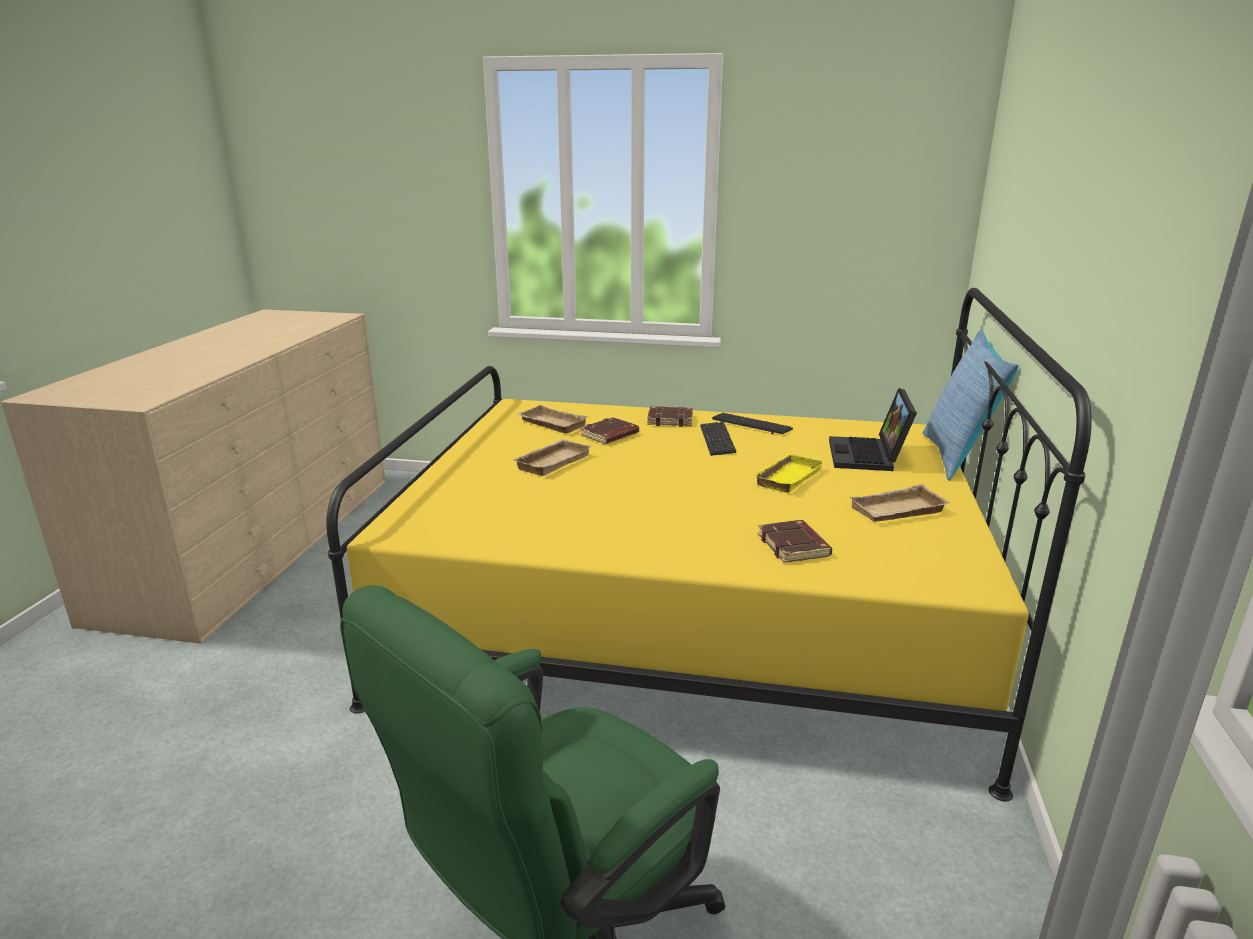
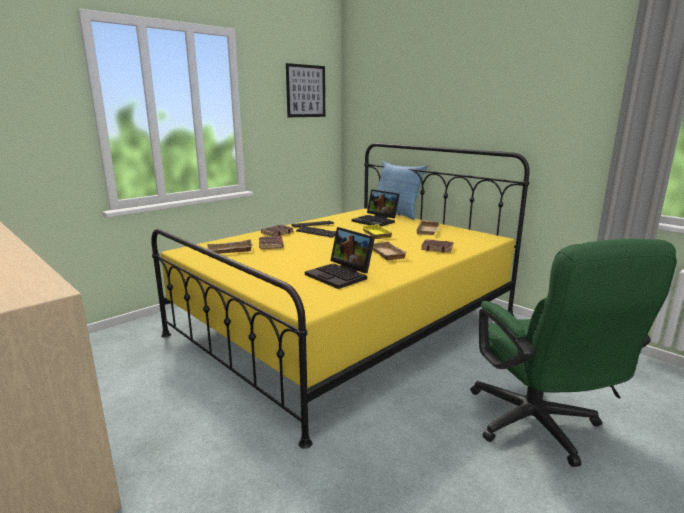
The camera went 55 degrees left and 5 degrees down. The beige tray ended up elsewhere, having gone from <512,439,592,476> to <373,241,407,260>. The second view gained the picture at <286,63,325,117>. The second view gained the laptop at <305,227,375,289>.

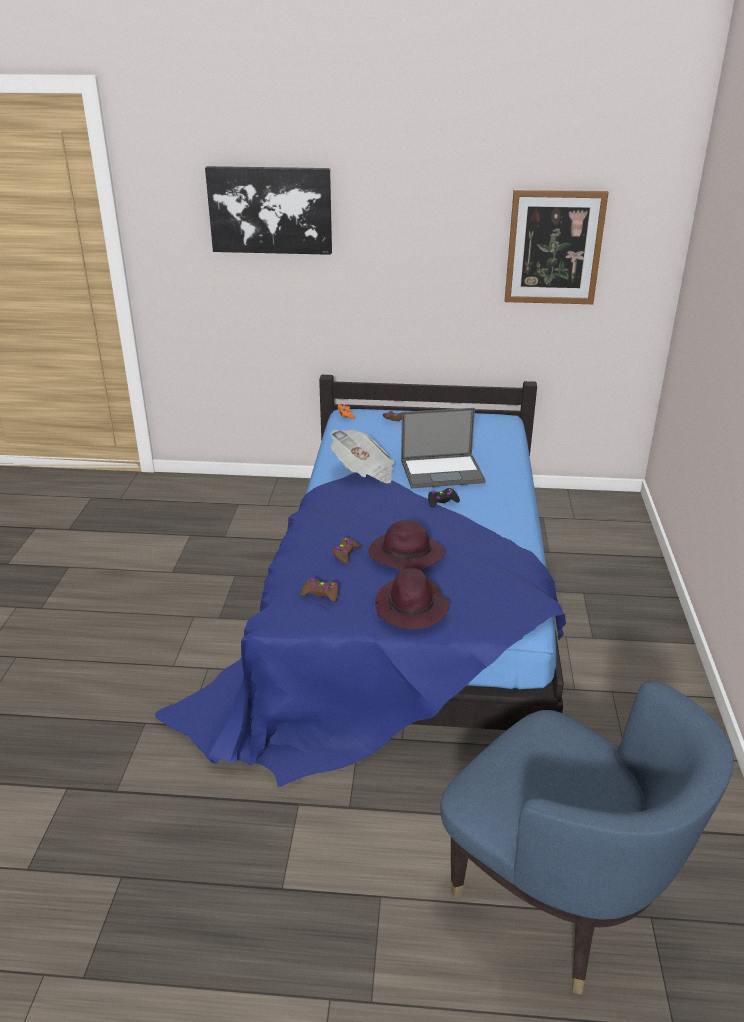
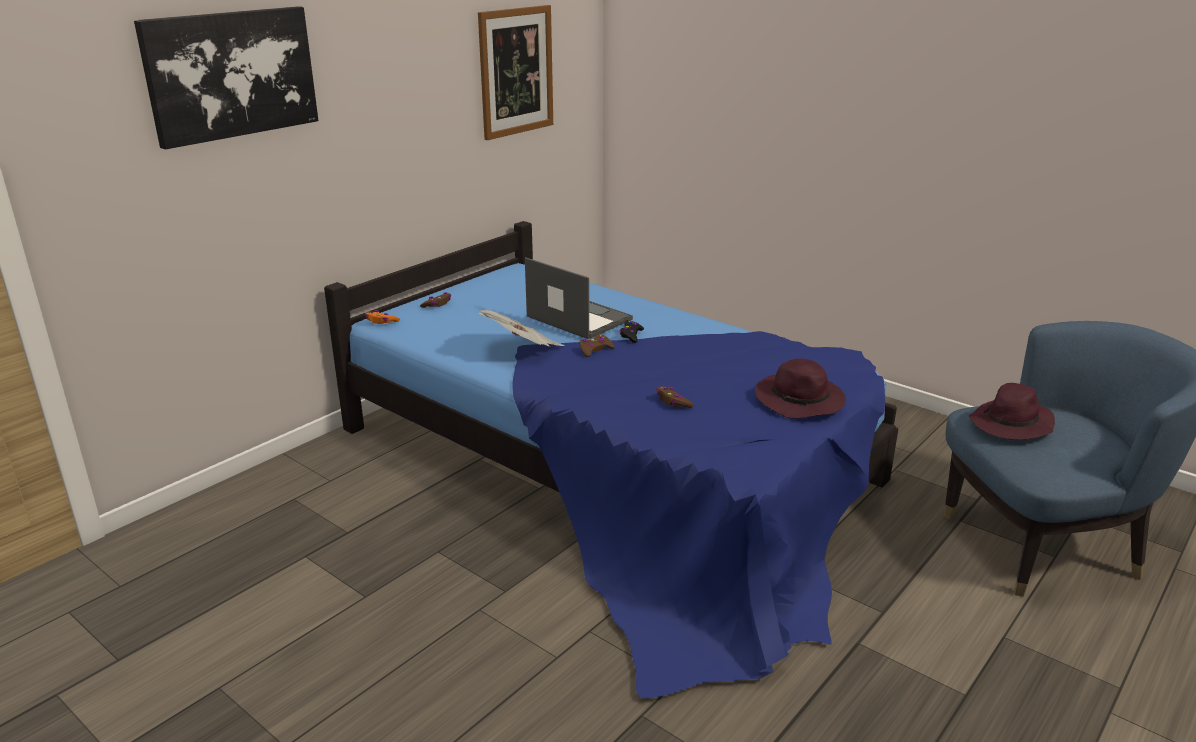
The camera went 55 degrees left and 5 degrees down. The laptop at <401,408,486,489> ended up facing another way, 75 degrees counterclockwise from before. The purple hat ended up elsewhere, having gone from <368,520,445,570> to <969,383,1055,440>. The brown game controller ended up elsewhere, having gone from <300,578,338,602> to <579,334,615,357>.

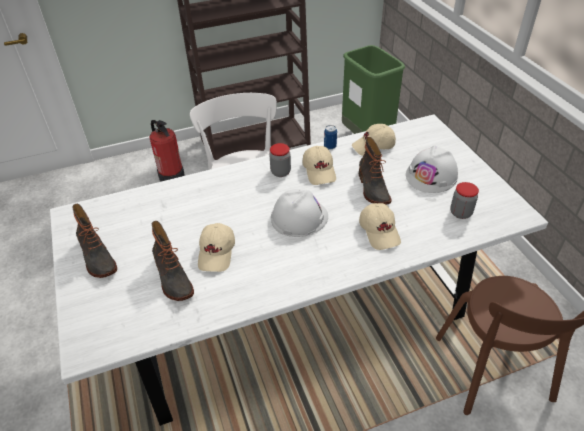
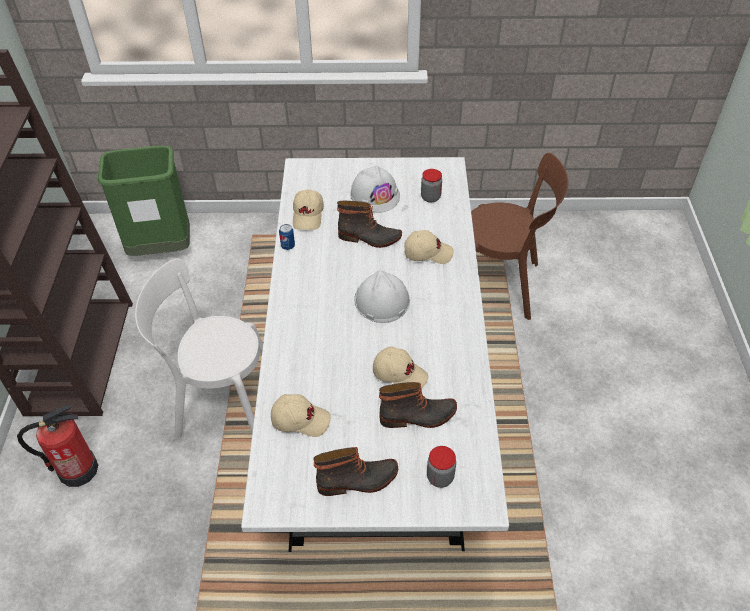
The camera went 70 degrees left and 5 degrees up. The jar ended up elsewhere, having gone from <269,143,291,177> to <427,446,456,488>. The beige cap ended up elsewhere, having gone from <303,146,336,185> to <271,394,331,437>.

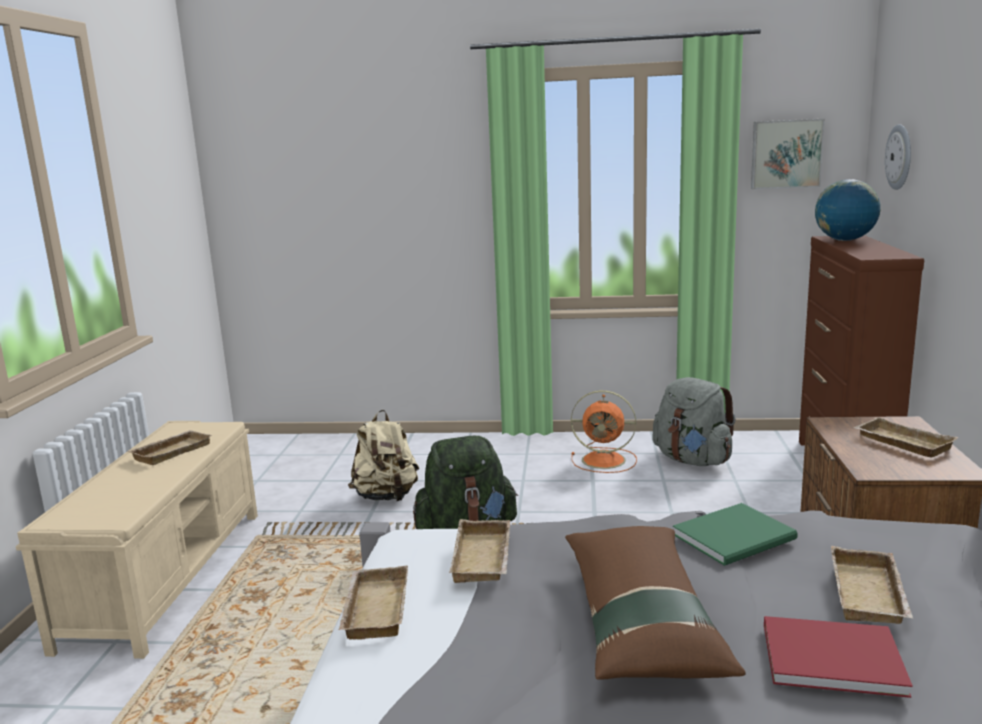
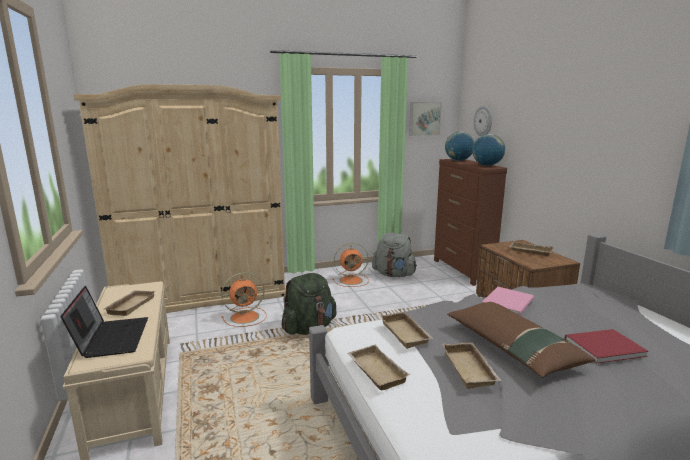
The camera went 25 degrees left and 0 degrees up. Where the beige backpack stood at <348,410,419,501>, the orange fan came to stand at <221,272,267,327>. What was the green book at <673,503,798,566> turned into the pink book at <482,287,534,315>. The beige tray ended up elsewhere, having gone from <831,546,913,624> to <442,342,502,389>. The second view gained the beige wardrobe at <73,84,286,313>. The second view gained the globe at <472,134,505,166>. The second view gained the laptop at <60,286,148,358>.

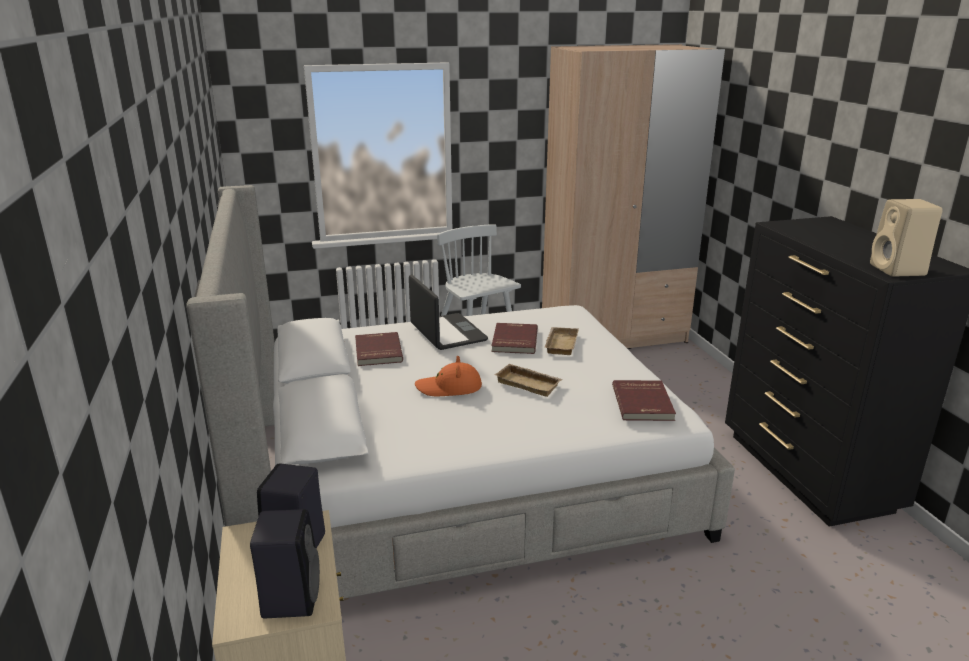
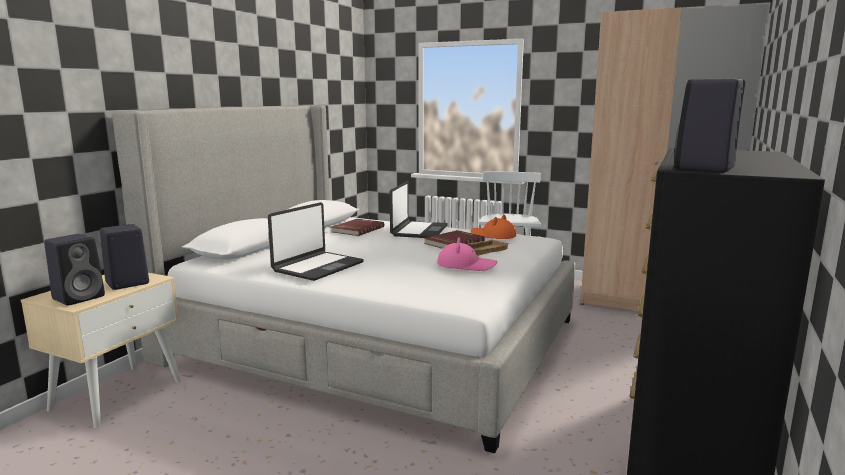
The camera went 40 degrees right and 10 degrees down. What was the beige speaker at <870,199,943,276> turned into the black speaker at <675,79,745,172>. The orange hat ended up elsewhere, having gone from <415,356,482,396> to <471,214,516,239>. The second view lost the beige tray at <494,363,563,397>. The second view lost the red book at <612,380,676,421>. The second view gained the laptop at <268,202,364,281>. The second view gained the pink hat at <437,237,497,271>.

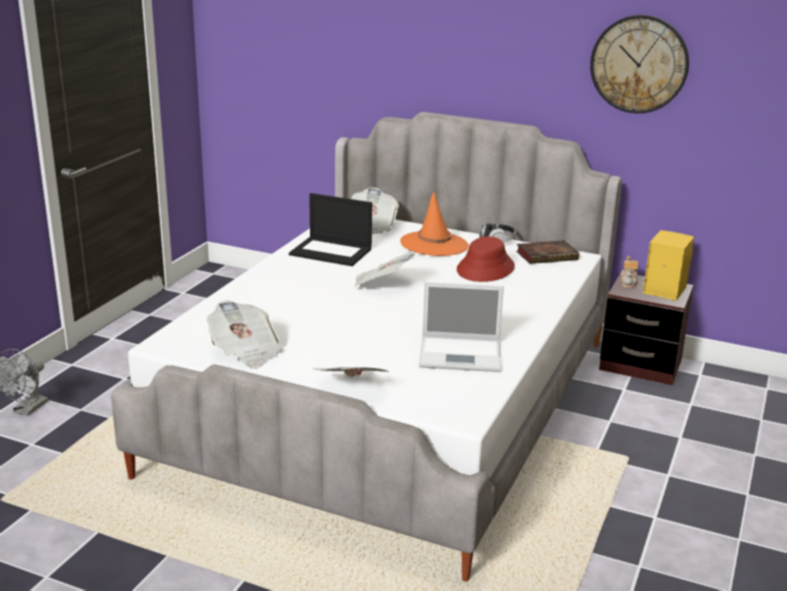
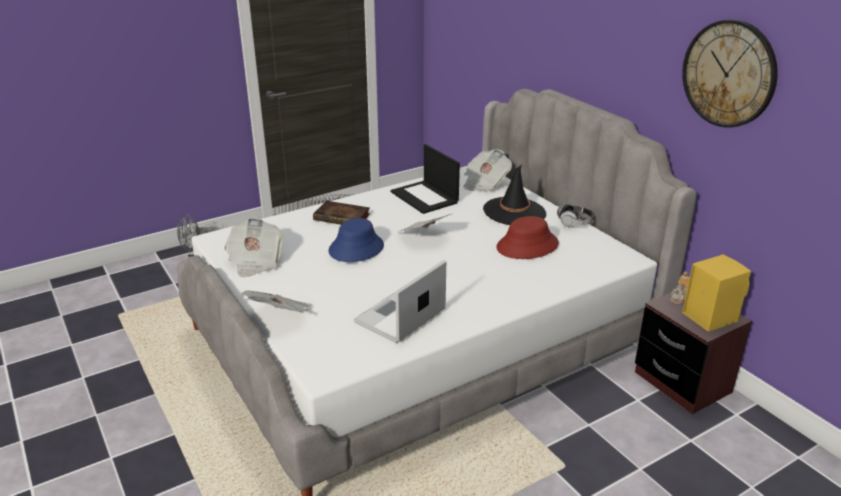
The camera went 35 degrees right and 5 degrees up. What was the orange hat at <400,192,469,256> turned into the black hat at <483,165,546,225>. The book ended up elsewhere, having gone from <516,240,580,264> to <313,201,370,225>. The laptop at <419,282,504,372> ended up facing another way, 90 degrees clockwise from before. The second view gained the blue hat at <328,218,384,262>.

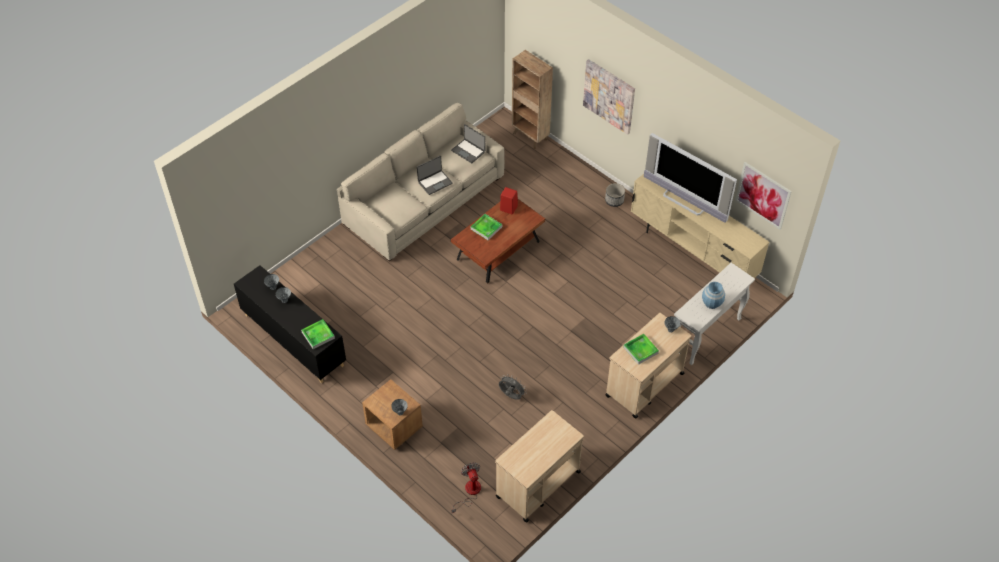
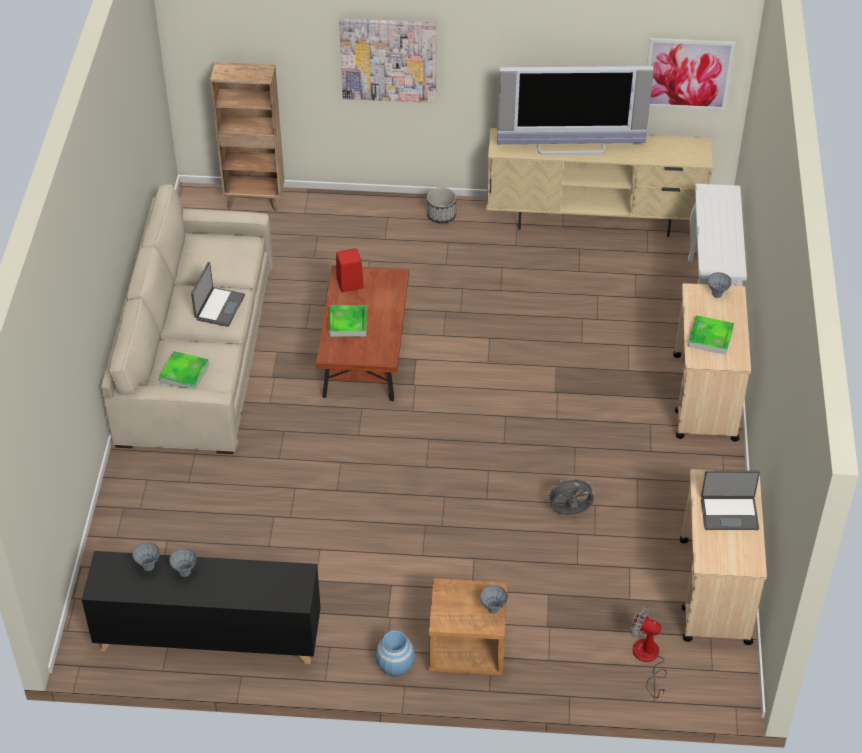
The camera went 40 degrees left and 5 degrees down. The laptop ended up elsewhere, having gone from <451,124,485,163> to <701,470,760,530>. The blue vase ended up elsewhere, having gone from <702,282,725,309> to <376,631,415,677>. The tray ended up elsewhere, having gone from <301,319,335,349> to <159,351,210,389>.

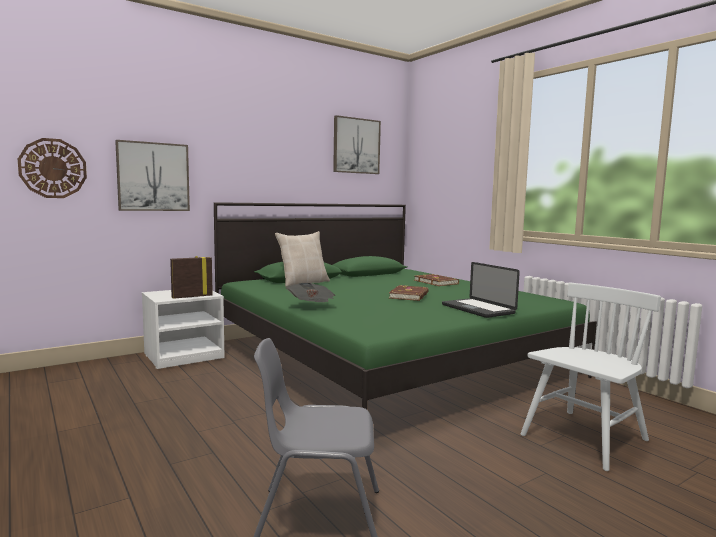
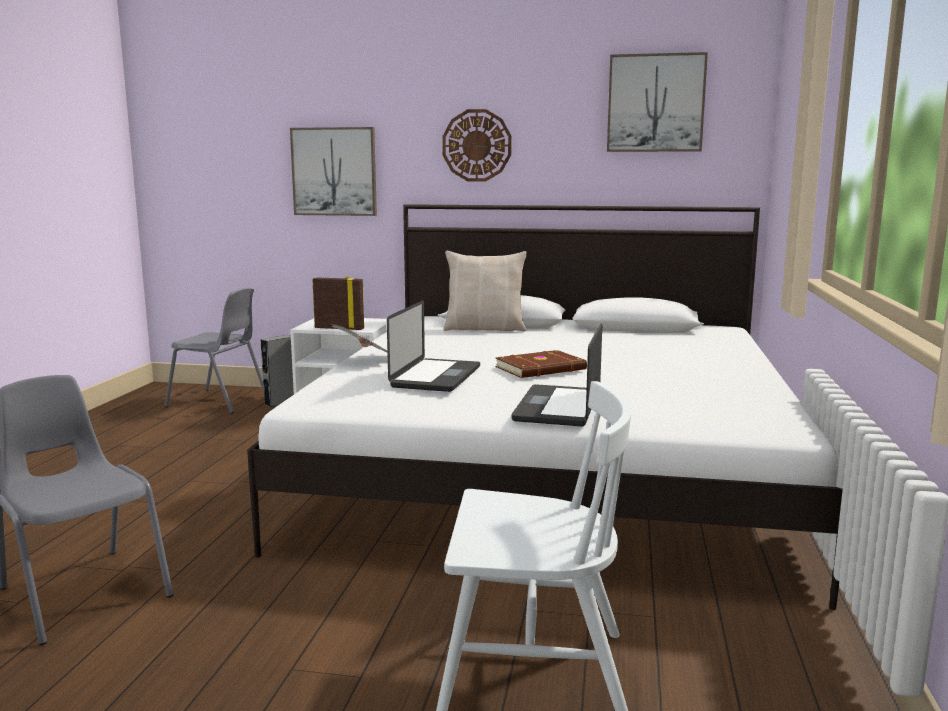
The camera went 45 degrees right and 5 degrees up. The wall clock ended up elsewhere, having gone from <18,138,87,198> to <442,109,512,182>. What was the green bed at <214,202,597,409> turned into the white bed at <247,204,843,610>. The second view lost the brown book at <414,274,459,286>. The second view gained the grey chair at <165,288,264,414>. The second view gained the laptop at <387,300,480,392>. The second view gained the grey speaker at <260,335,294,407>.

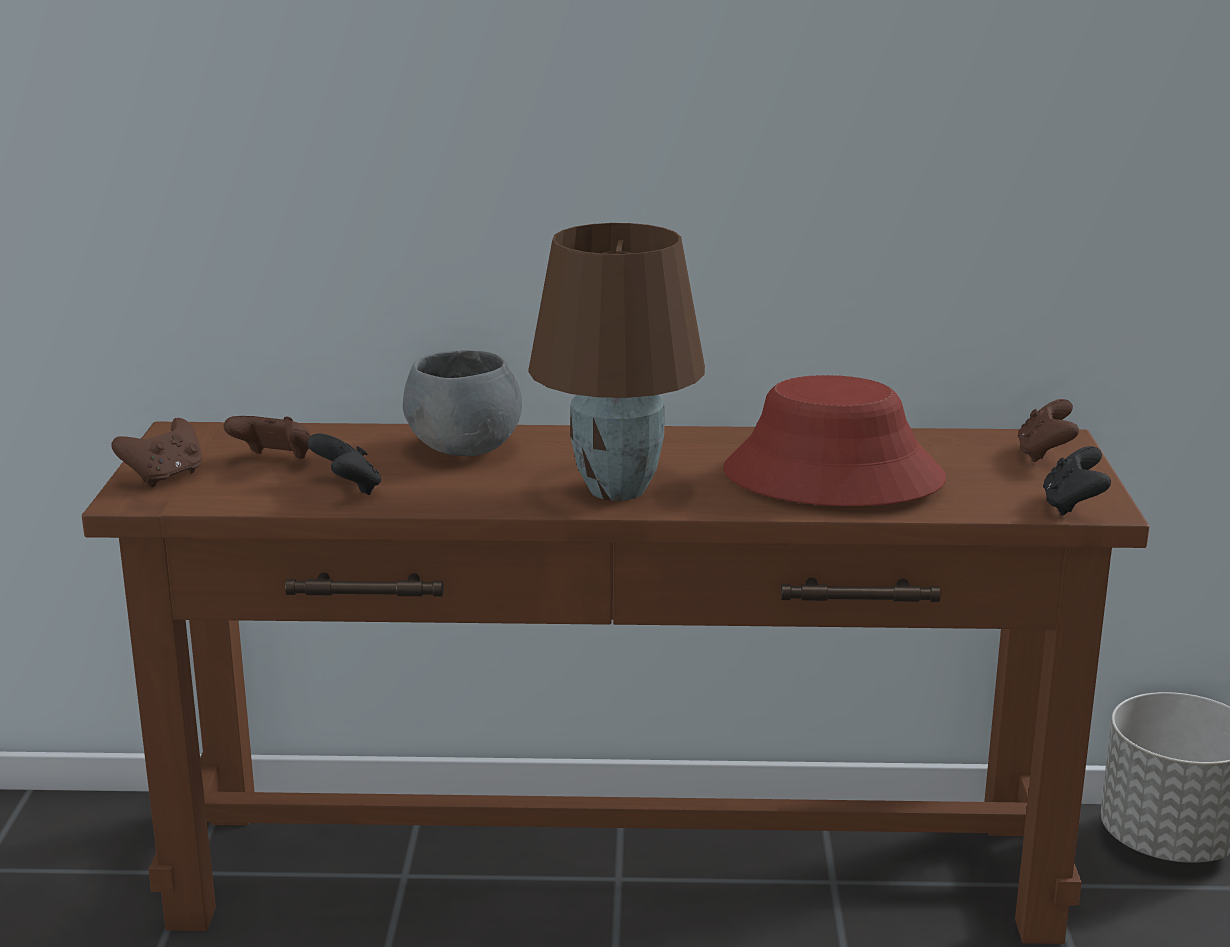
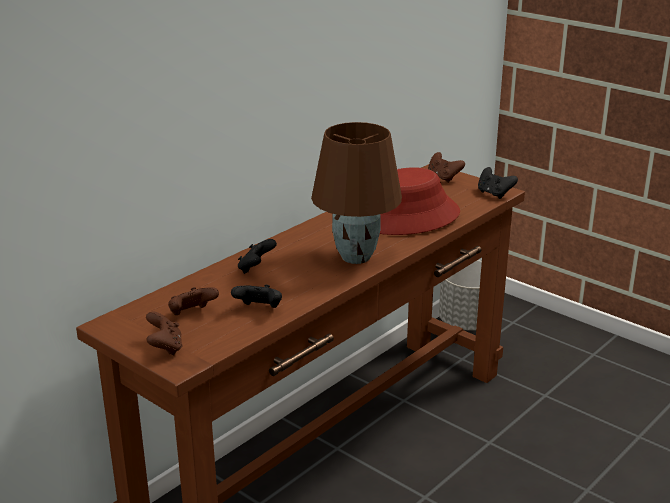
The camera went 50 degrees left and 5 degrees up. Where the grey bowl stood at <403,350,522,456>, the black game controller came to stand at <238,239,277,274>.

